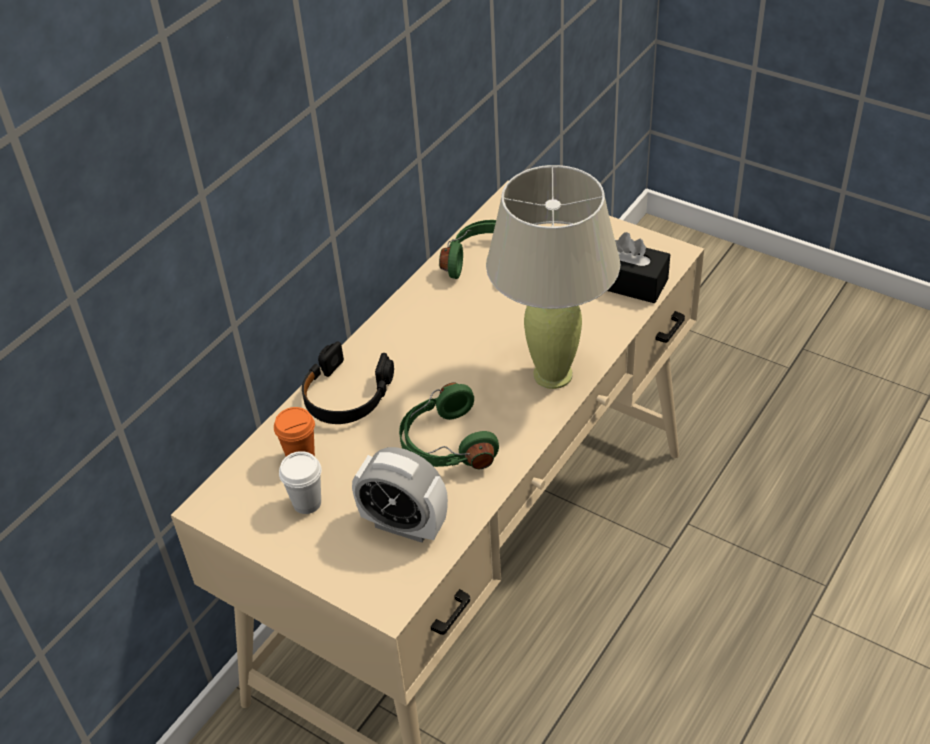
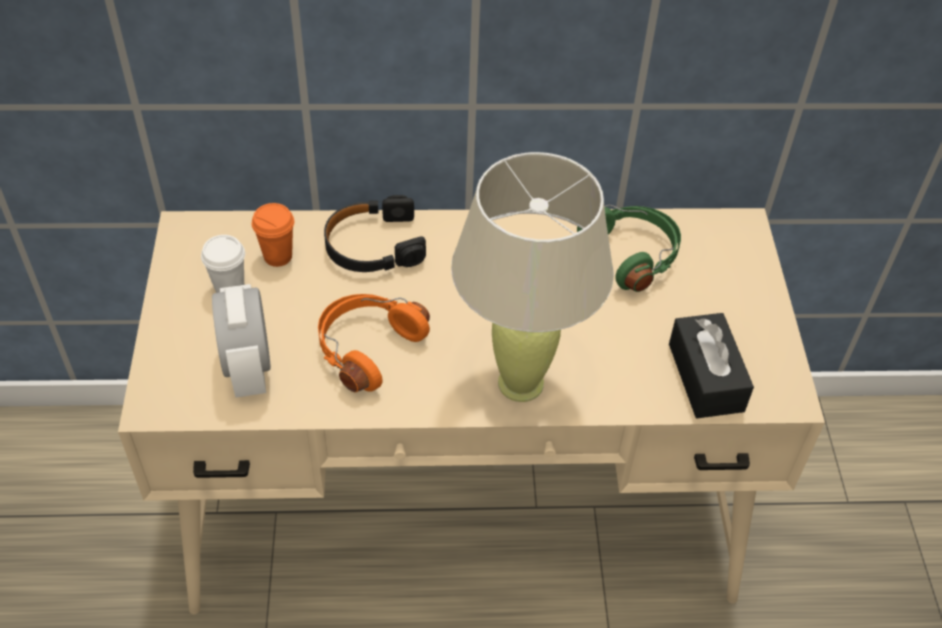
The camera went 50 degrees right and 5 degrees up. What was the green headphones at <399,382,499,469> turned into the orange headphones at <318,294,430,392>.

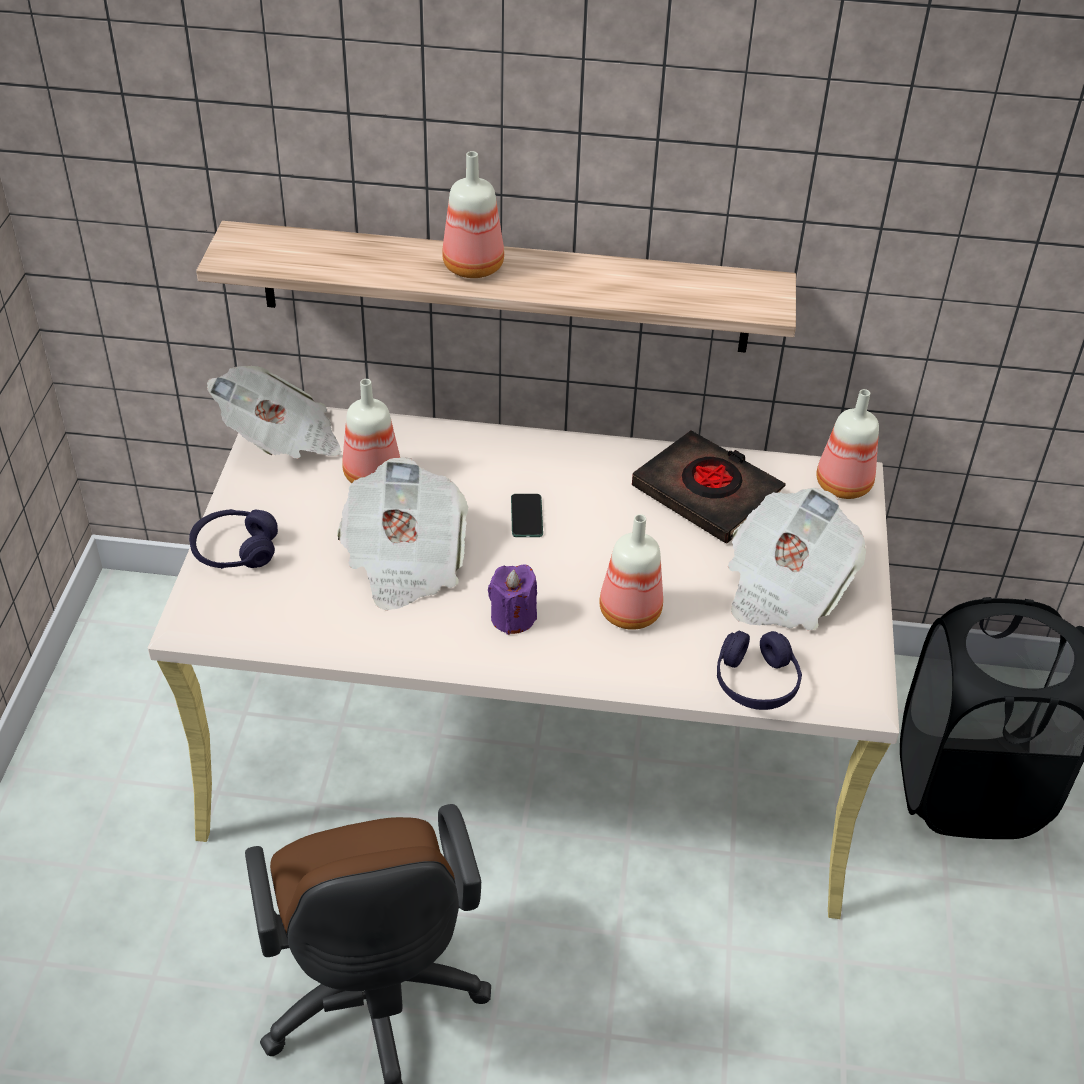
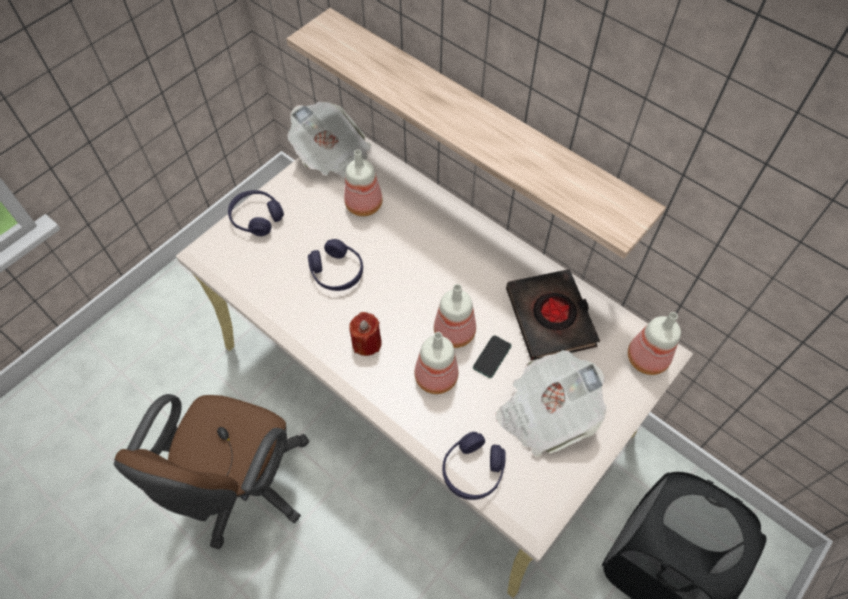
The camera went 35 degrees right and 15 degrees up. The bottle ended up elsewhere, having gone from <442,151,504,278> to <434,284,476,348>. Where the newspaper stood at <337,457,468,611>, the purple headphones came to stand at <308,239,363,291>. The phone ended up elsewhere, having gone from <511,494,543,537> to <473,335,512,378>. What was the purple candle at <488,564,537,635> turned into the red candle at <349,312,382,356>.

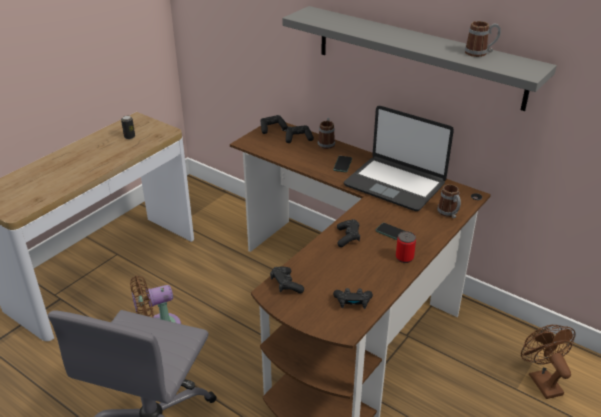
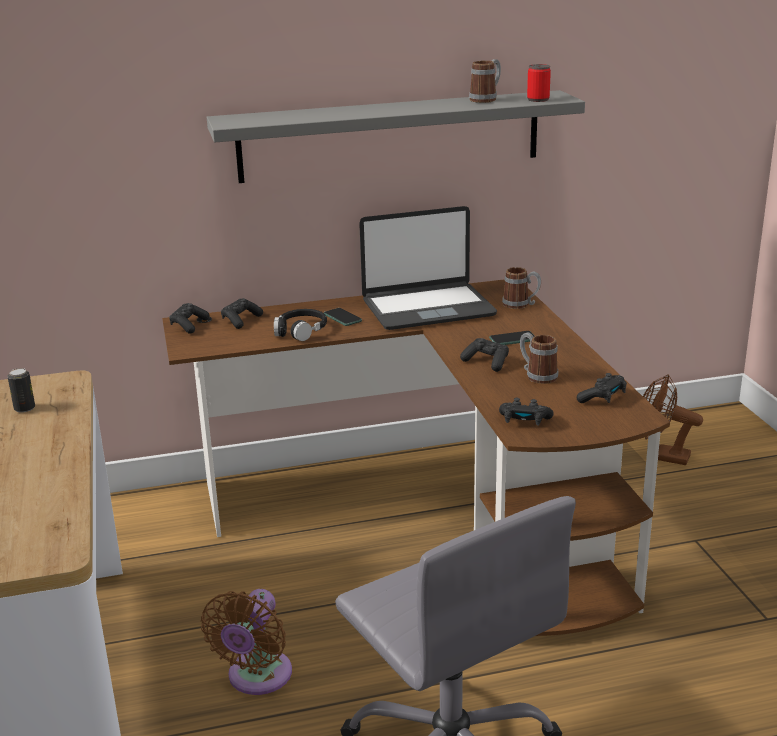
The camera went 50 degrees left and 10 degrees down. The mug ended up elsewhere, having gone from <318,118,335,149> to <520,332,558,384>. The can ended up elsewhere, having gone from <396,231,416,263> to <527,64,551,102>. The second view gained the black headphones at <274,309,327,341>.

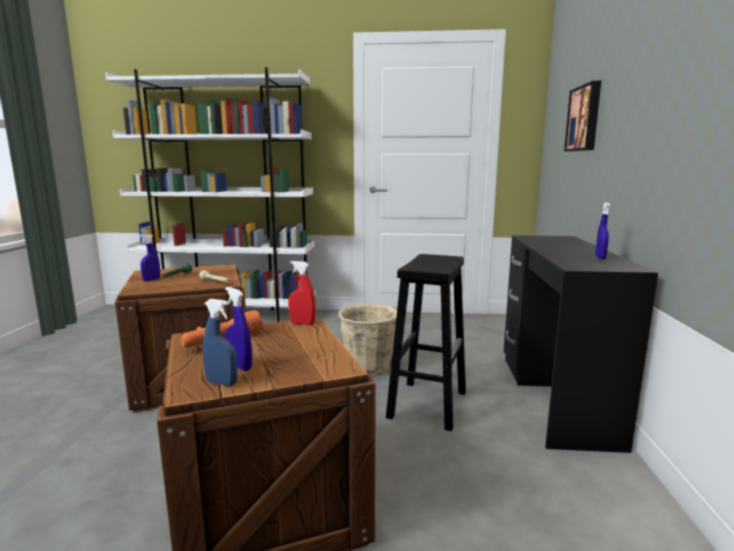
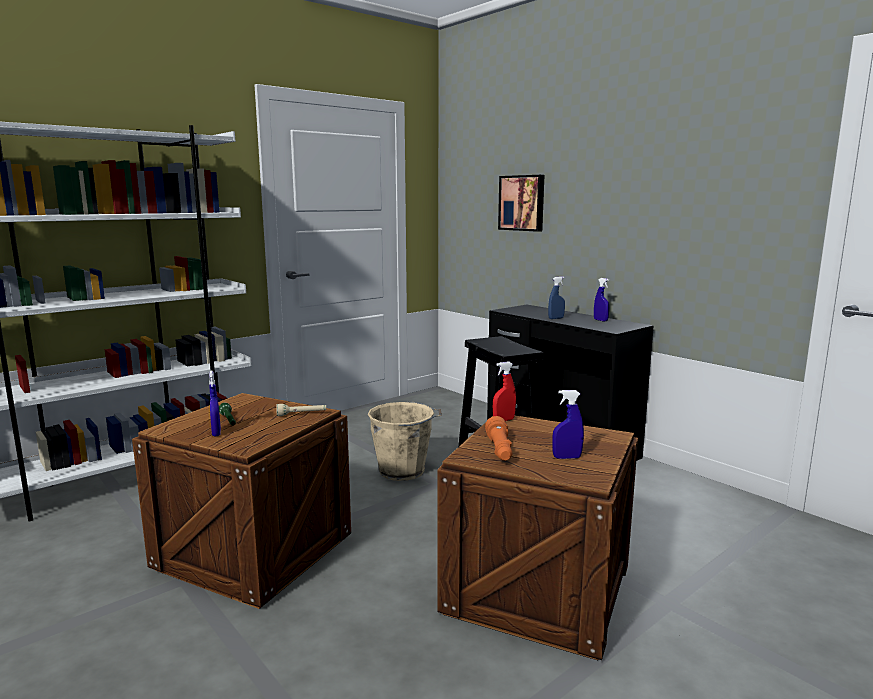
The camera went 45 degrees left and 0 degrees up. The blue spray bottle ended up elsewhere, having gone from <203,299,238,386> to <548,276,565,319>.

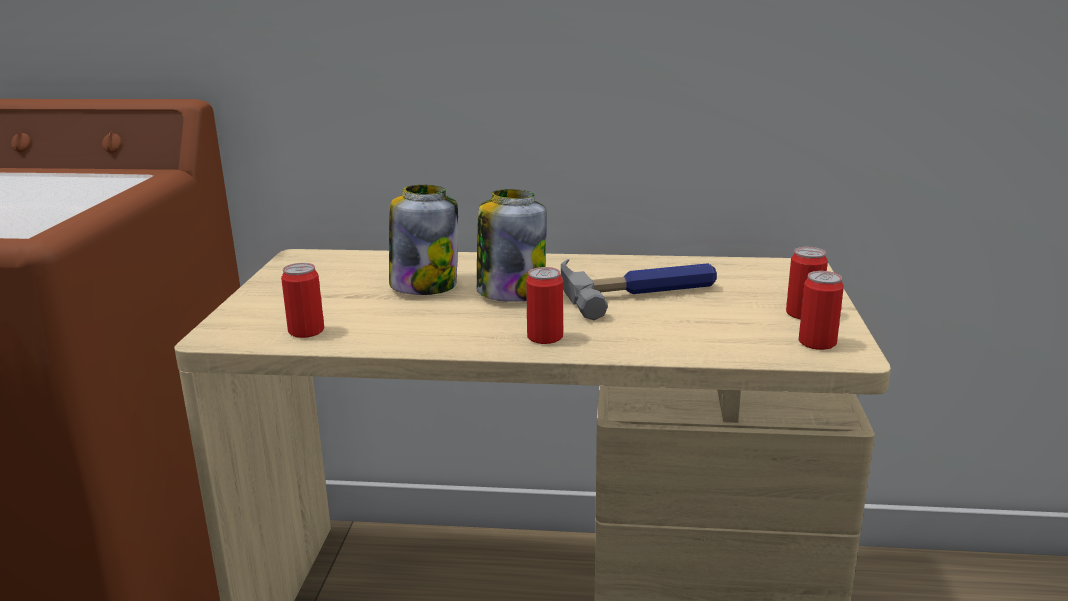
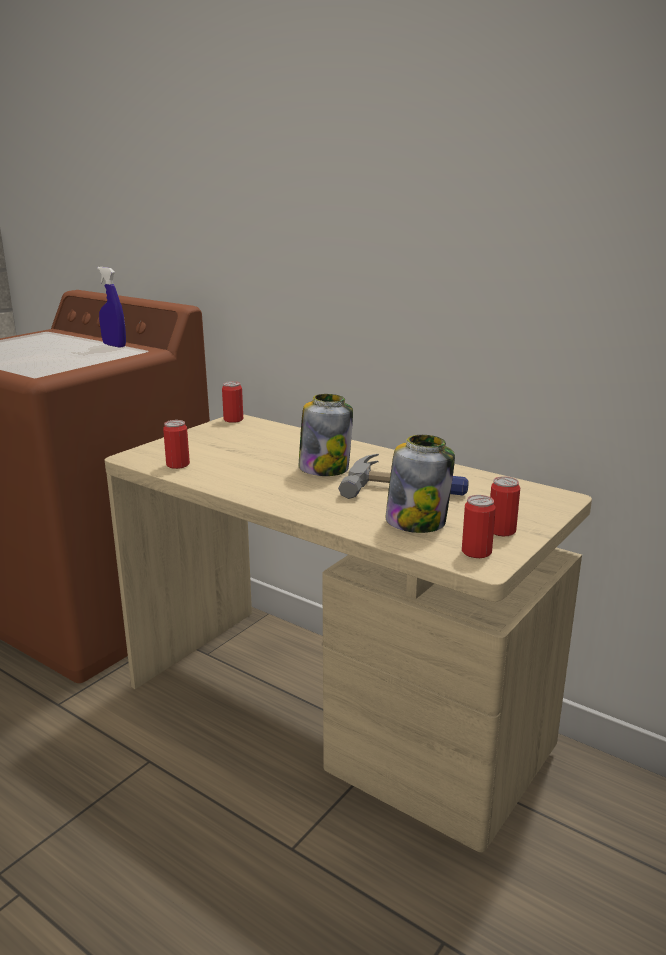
The camera went 30 degrees right and 0 degrees up. The jar ended up elsewhere, having gone from <389,185,458,295> to <386,435,455,533>. The can ended up elsewhere, having gone from <526,267,563,344> to <222,381,243,423>. The second view gained the blue spray bottle at <97,267,126,348>.

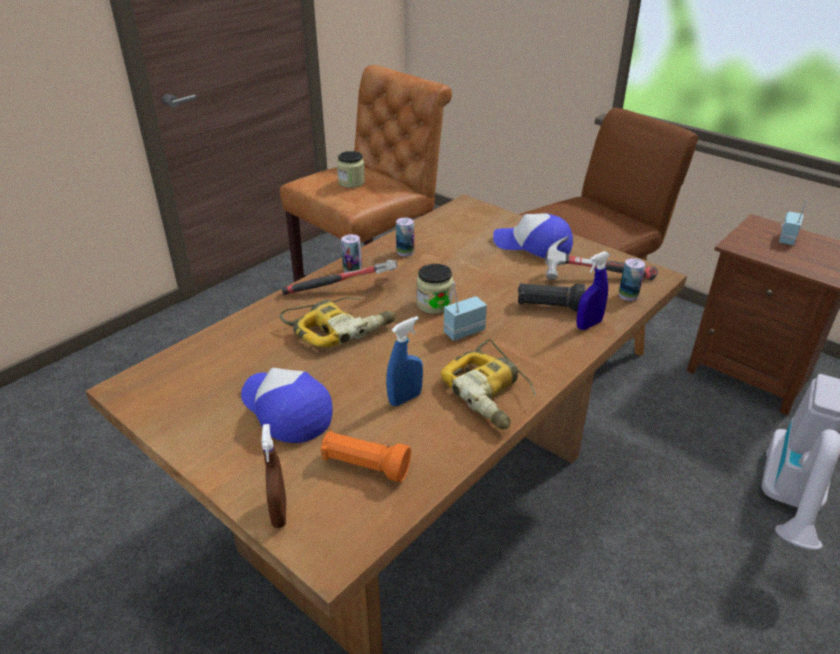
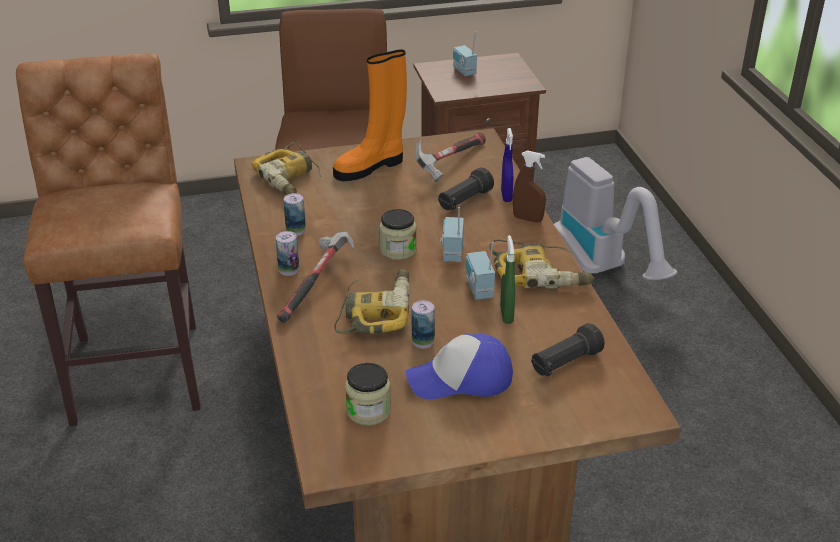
The camera went 55 degrees left and 0 degrees up. The jar ended up elsewhere, having gone from <337,151,365,188> to <345,363,391,425>. Where the cap stood at <493,213,573,258>, the orange boot came to stand at <333,49,407,181>. The can ended up elsewhere, having gone from <619,258,645,301> to <412,300,435,349>. What was the blue spray bottle at <386,316,423,406> turned into the green spray bottle at <500,235,515,324>. The brown spray bottle ended up elsewhere, having gone from <261,424,286,528> to <513,150,546,222>. What was the orange flashlight at <321,431,411,482> turned into the black flashlight at <531,323,605,377>. The second view gained the power drill at <252,141,321,195>. The second view gained the radio at <466,242,495,300>.

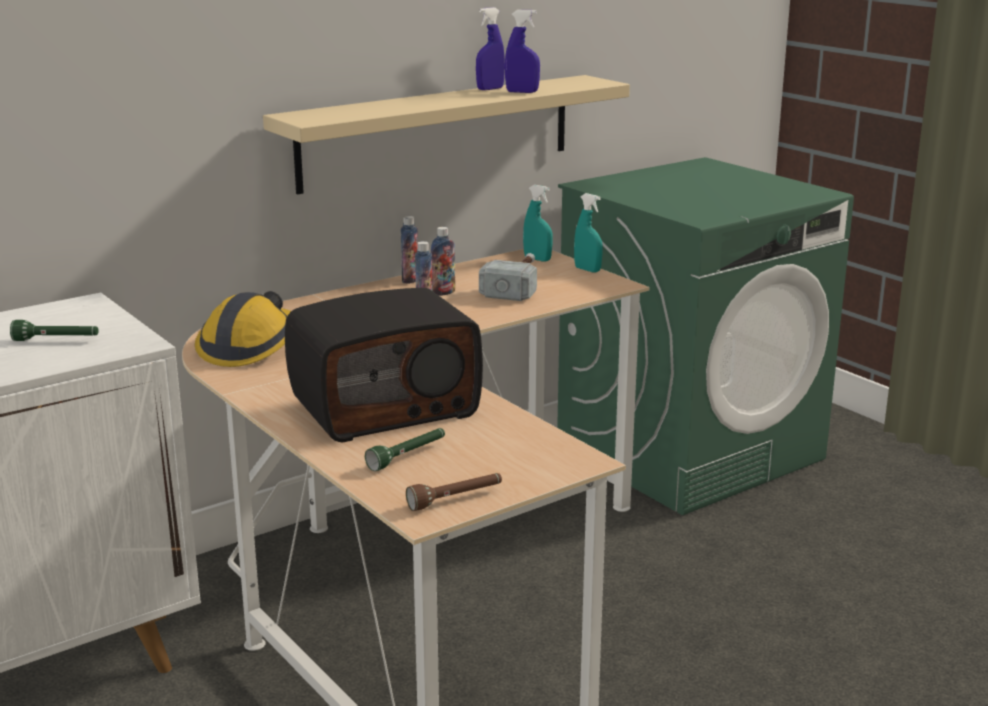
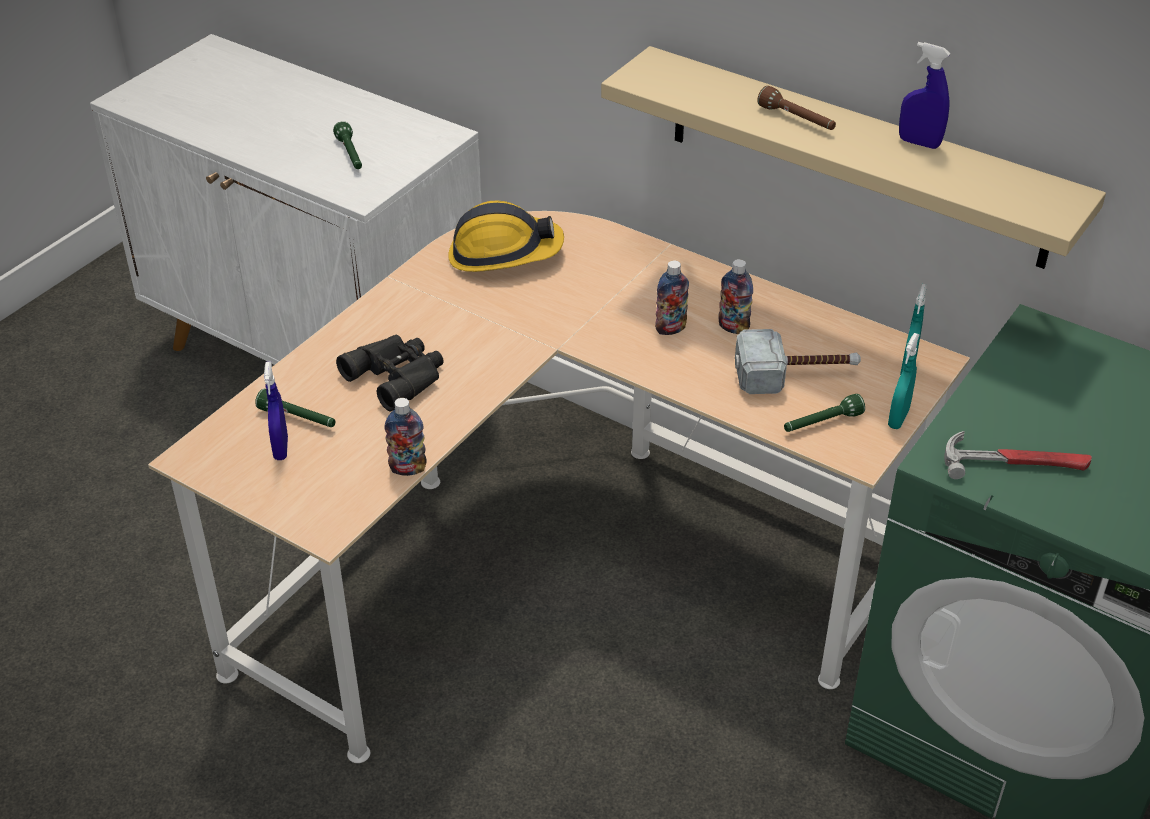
The camera went 70 degrees right and 20 degrees up. The blue spray bottle ended up elsewhere, having gone from <505,10,540,93> to <264,362,288,460>. The bottle ended up elsewhere, having gone from <401,216,418,284> to <384,398,427,476>. Where the radio stood at <285,288,483,442>, the black binoculars came to stand at <336,335,444,412>. The brown flashlight ended up elsewhere, having gone from <406,473,502,511> to <758,86,836,130>. The second view gained the green flashlight at <784,394,865,432>. The second view gained the hammer at <944,431,1092,479>.

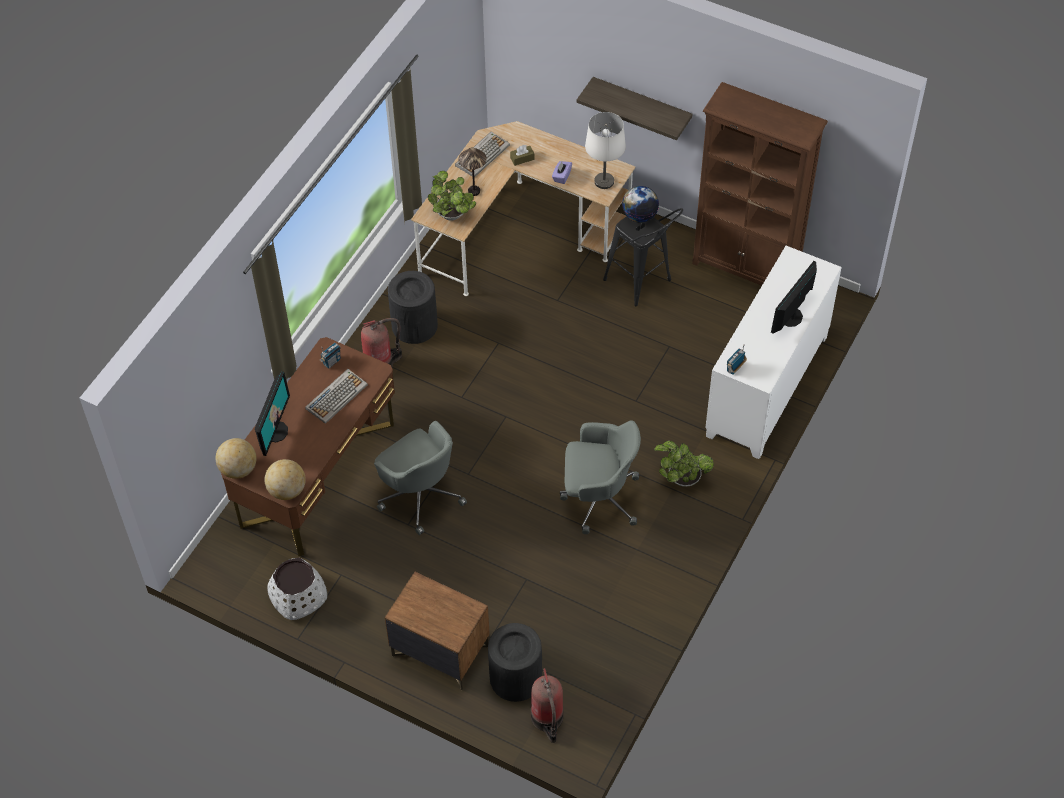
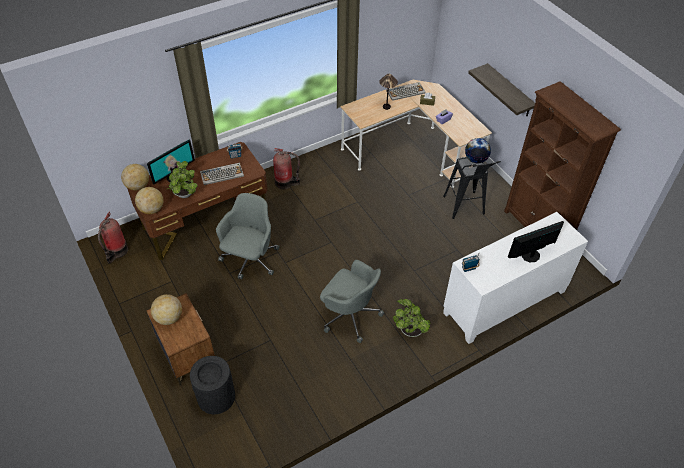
The camera went 30 degrees right and 5 degrees down. The second view lost the white table lamp at <585,112,626,189>. The potted plant ended up elsewhere, having gone from <428,171,476,221> to <167,161,198,198>. The second view lost the black trash can at <388,271,438,344>. The grey office chair at <374,421,467,535> ended up facing another way, 150 degrees counterclockwise from before. The second view lost the white planter at <267,558,327,620>. The fire extinguisher ended up elsewhere, having gone from <531,668,563,743> to <98,212,128,264>. The second view gained the globe at <151,294,182,325>.

